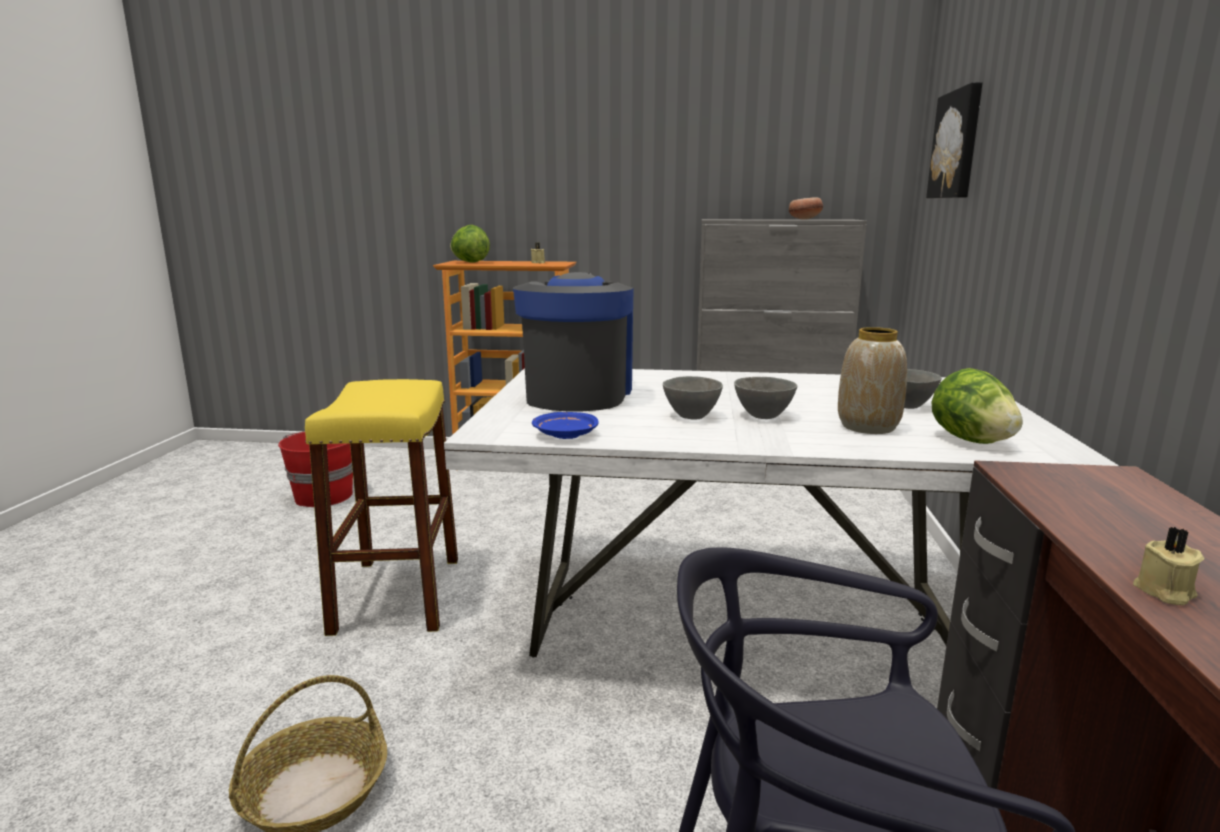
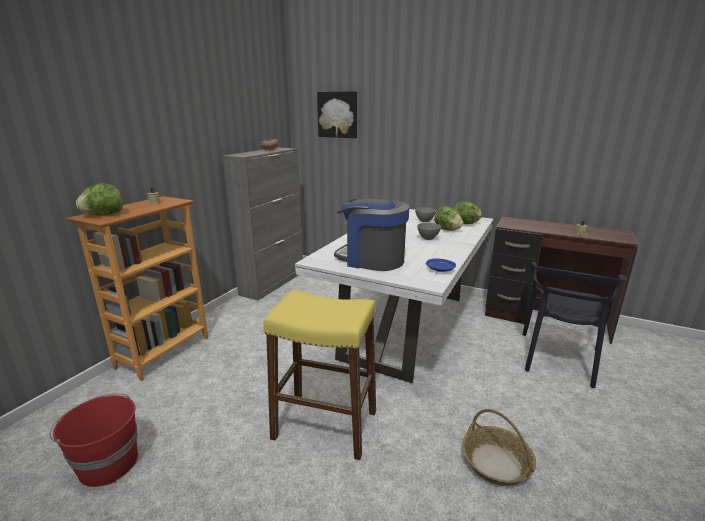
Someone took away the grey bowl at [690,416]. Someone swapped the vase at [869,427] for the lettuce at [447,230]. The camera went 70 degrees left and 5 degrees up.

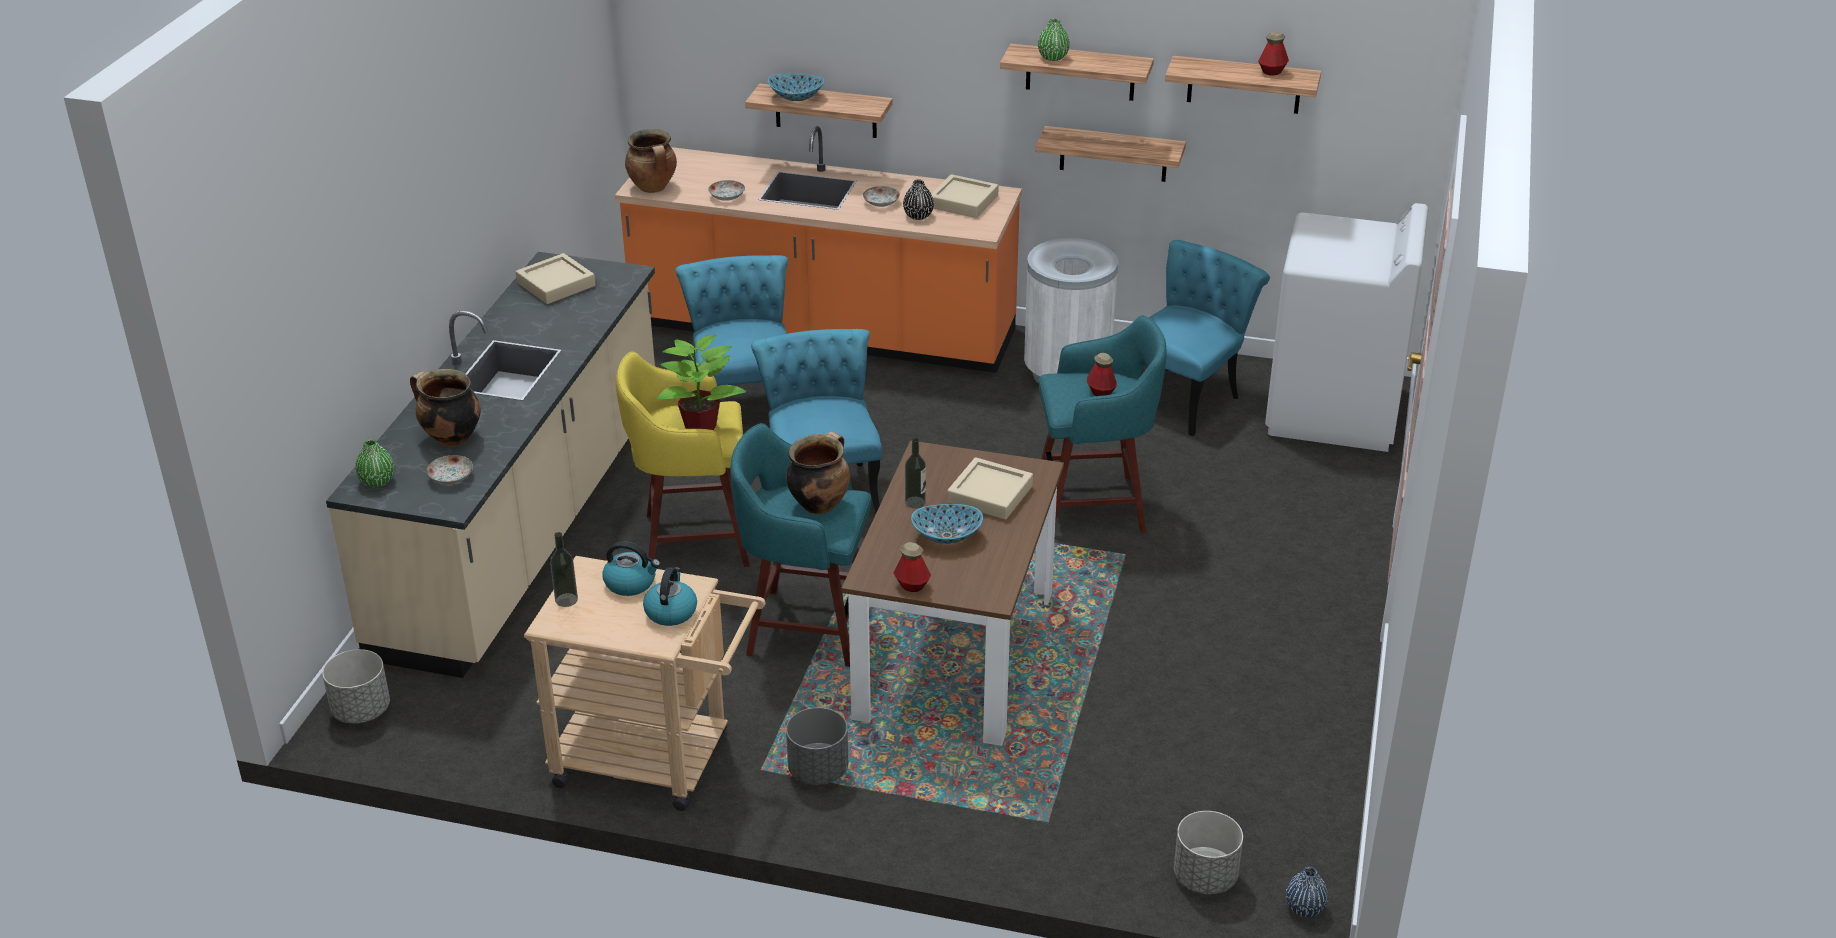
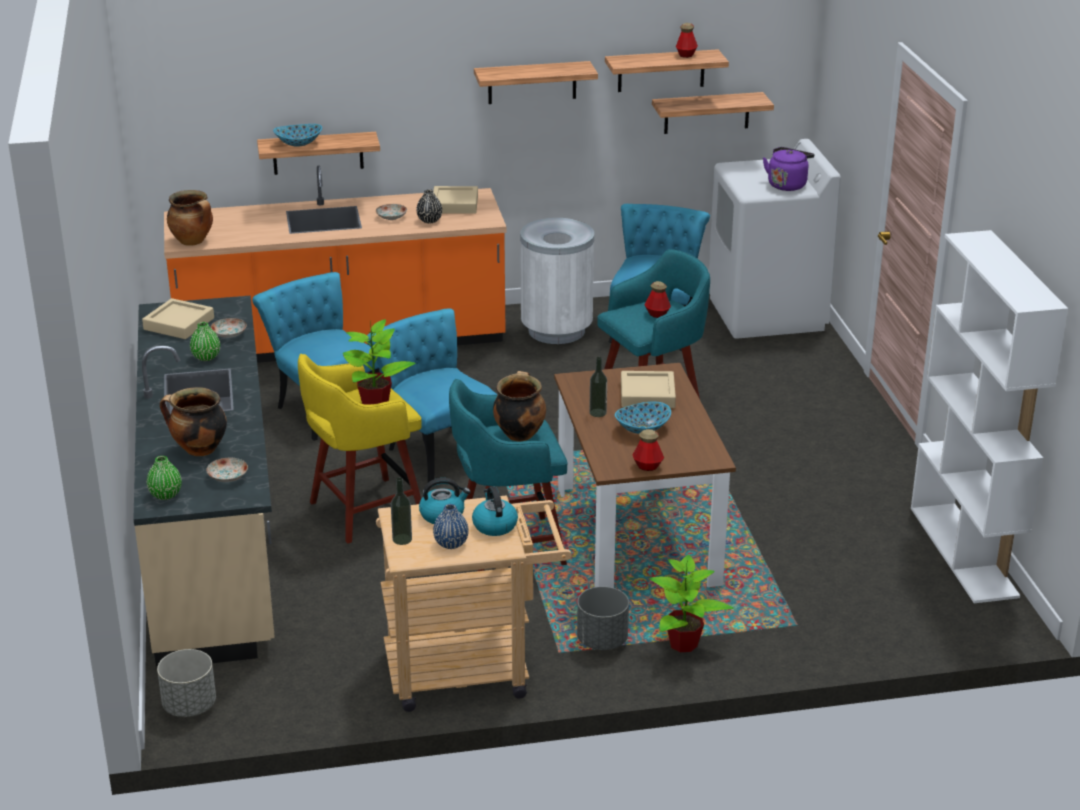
Someone carried the plate from [727,197] to [229,334]. Someone carried the shelf from [1113,154] to [706,113]. Someone carried the green vase from [1053,57] to [206,357]. Someone took away the grey planter at [1205,877]. Someone carried the blue vase from [1304,908] to [451,544]. Someone put down the potted plant at [683,644]. Someone put down the purple kettle at [787,184]. Someone put down the white bookcase at [964,552]. The camera went 25 degrees left and 5 degrees down.

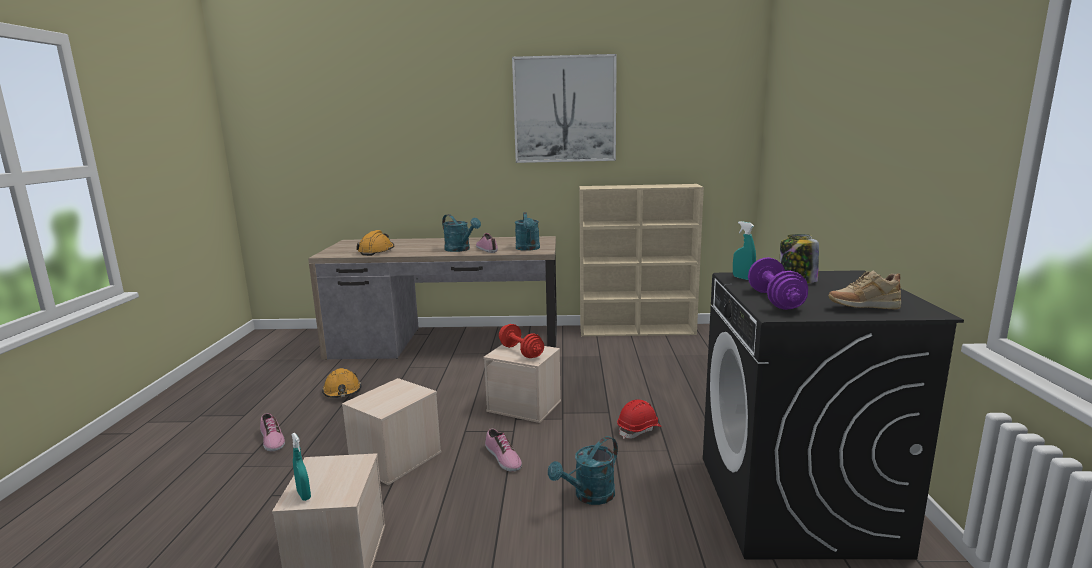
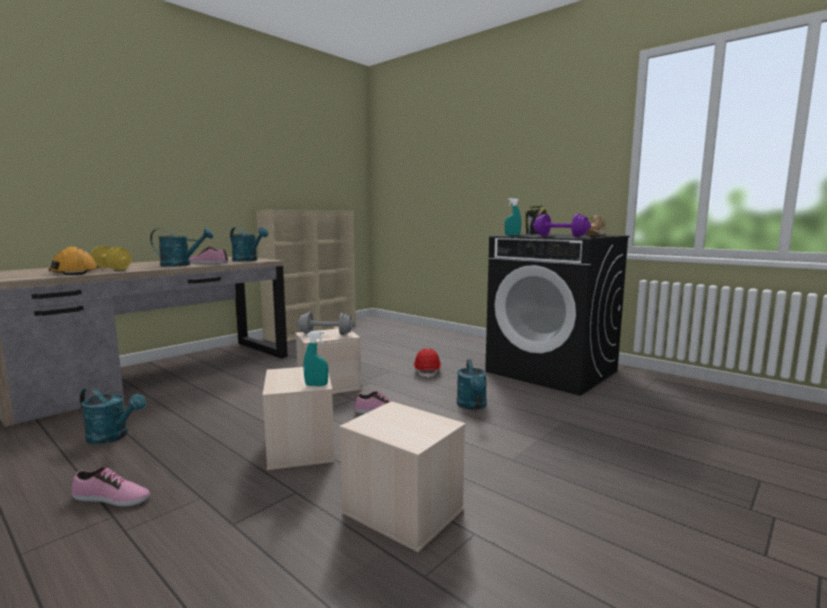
Someone carried the turquoise spray bottle from [304,495] to [316,385]. Someone swapped the orange hard hat at [342,392] for the turquoise watering can at [113,437]. Someone repainted the red dumbbell at [521,352], which became the grey dumbbell at [326,334]. Someone took away the picture at [564,109]. Someone put down the yellow dumbbell at [112,269]. The camera went 50 degrees left and 5 degrees down.

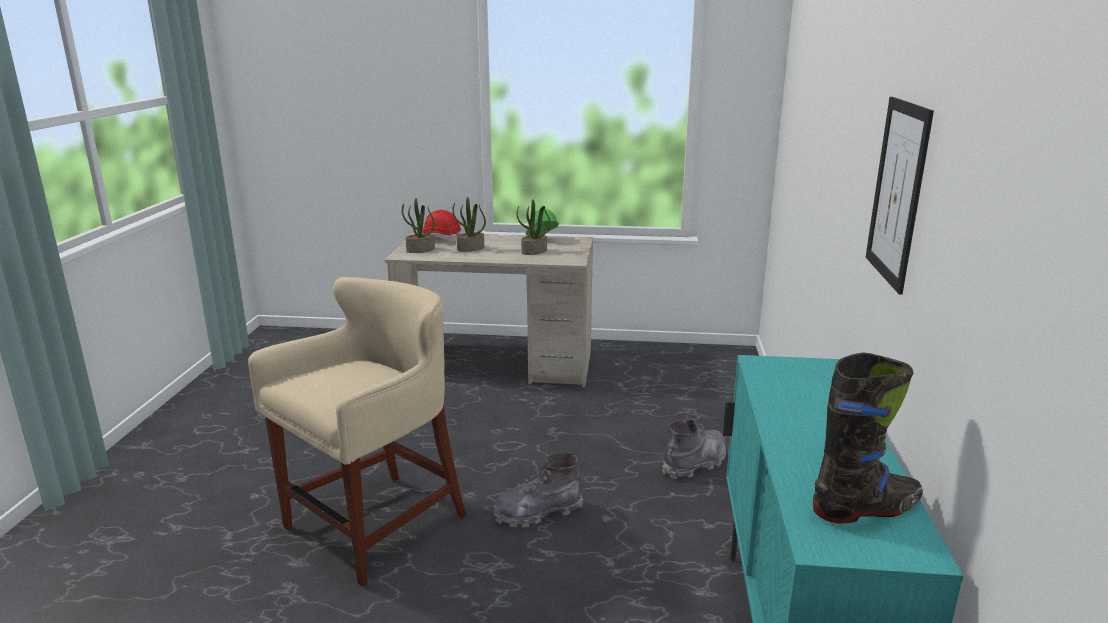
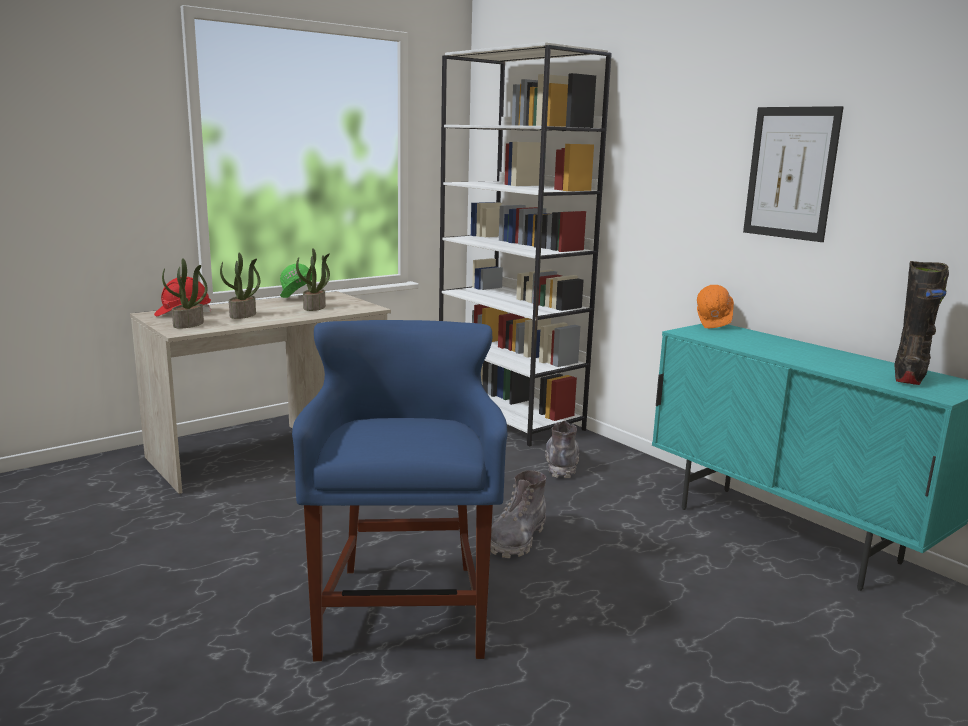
Someone repainted the beige stool at [375,525], which became the blue stool at [404,612]. Someone put down the white bookcase at [510,416]. Someone put down the orange hard hat at [713,326]. The camera went 45 degrees left and 5 degrees down.

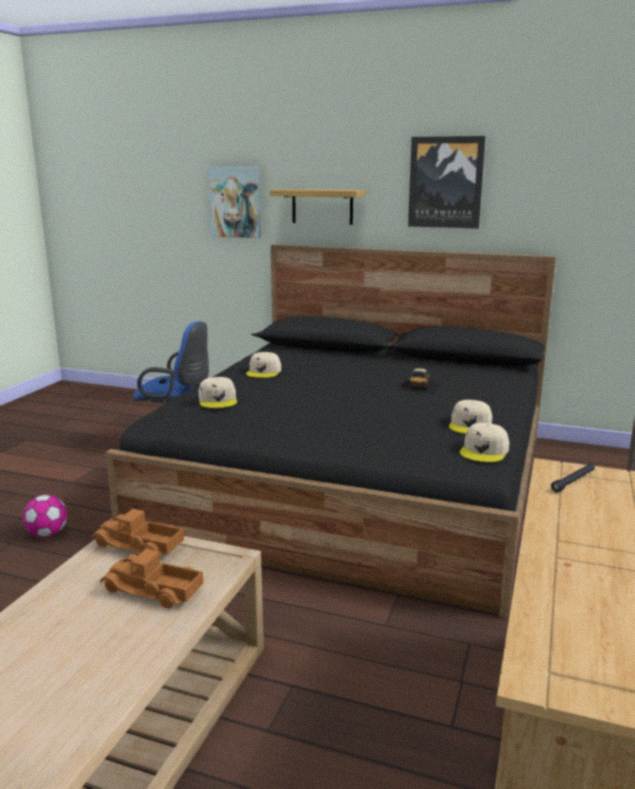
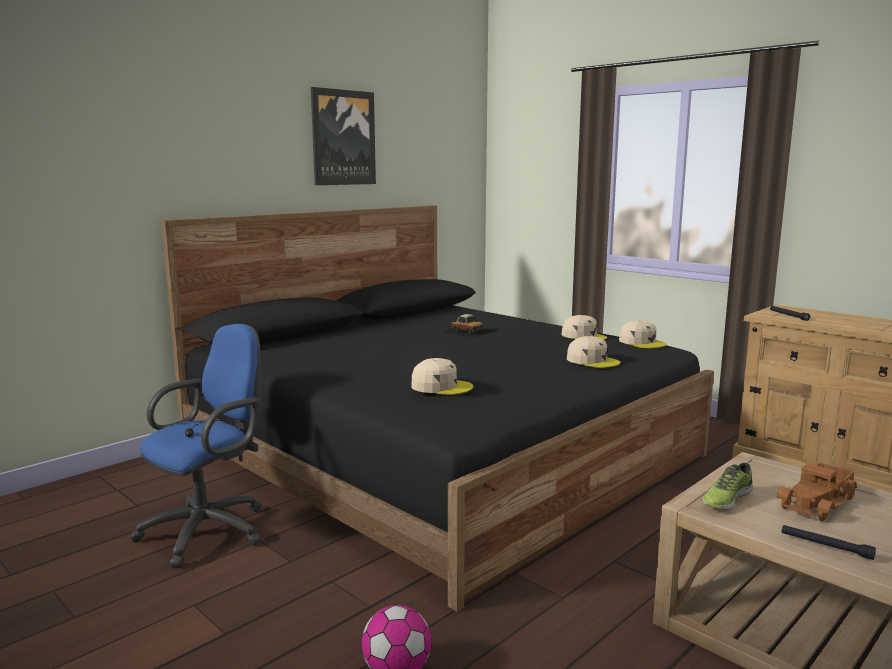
Someone swapped the toy truck at [138,546] for the shoe at [726,498]. Someone took away the picture at [235,202]. Someone carried the beige cap from [264,372] to [592,361]. Someone took away the shelf at [322,206]. Someone put down the black flashlight at [826,546]. The camera went 65 degrees left and 5 degrees down.

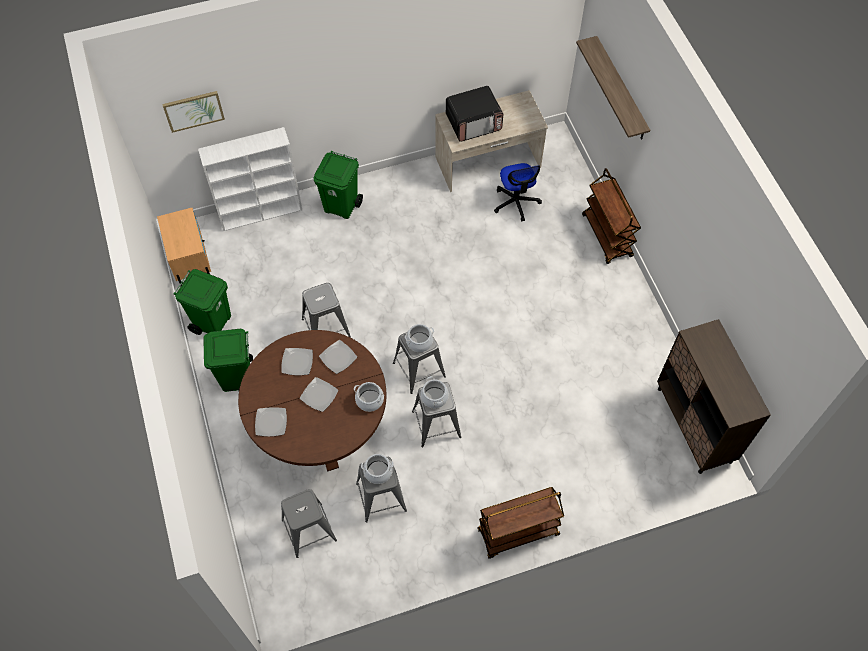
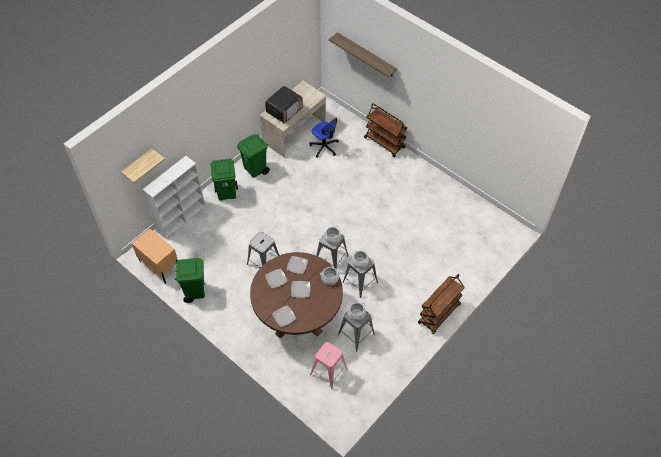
Someone swapped the picture at [193,110] for the shelf at [138,164]. Someone carried the green trash can from [238,378] to [255,169]. Someone repainted the grey stool at [309,530], which became the pink stool at [328,371]. Someone took away the brown cabinet at [694,425]. The camera went 30 degrees left and 5 degrees down.

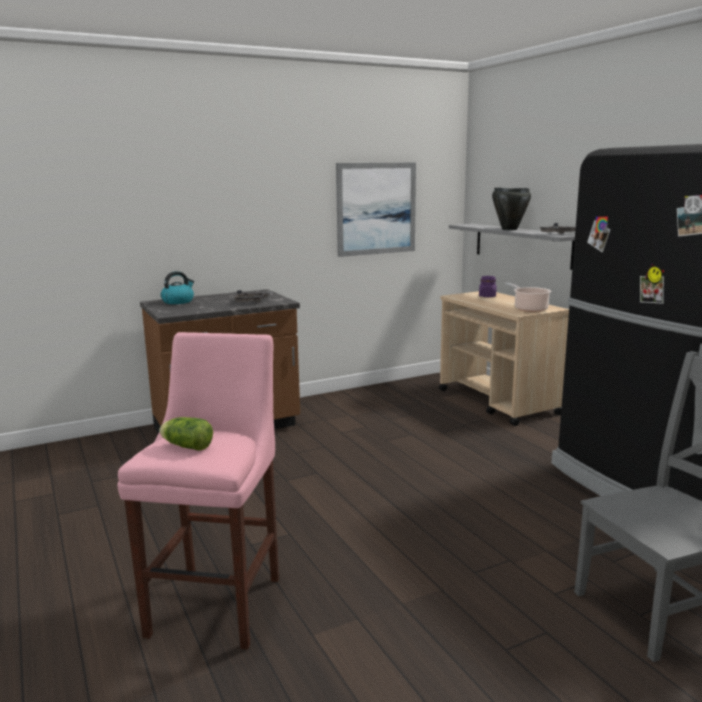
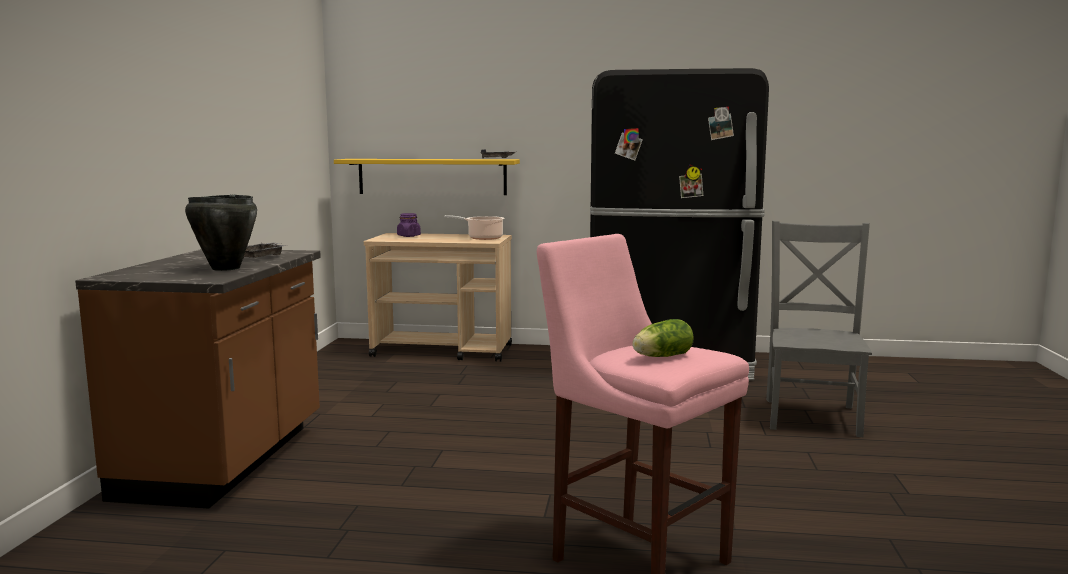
Someone took away the kettle at [178,301]. Someone took away the picture at [376,209]. Someone repainted the grey shelf at [522,245], which became the yellow shelf at [432,176]. Someone carried the black cooking pot from [509,229] to [225,268]. The camera went 55 degrees left and 5 degrees down.

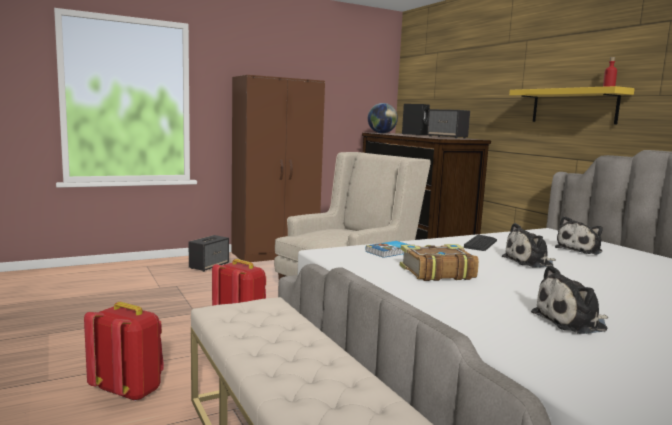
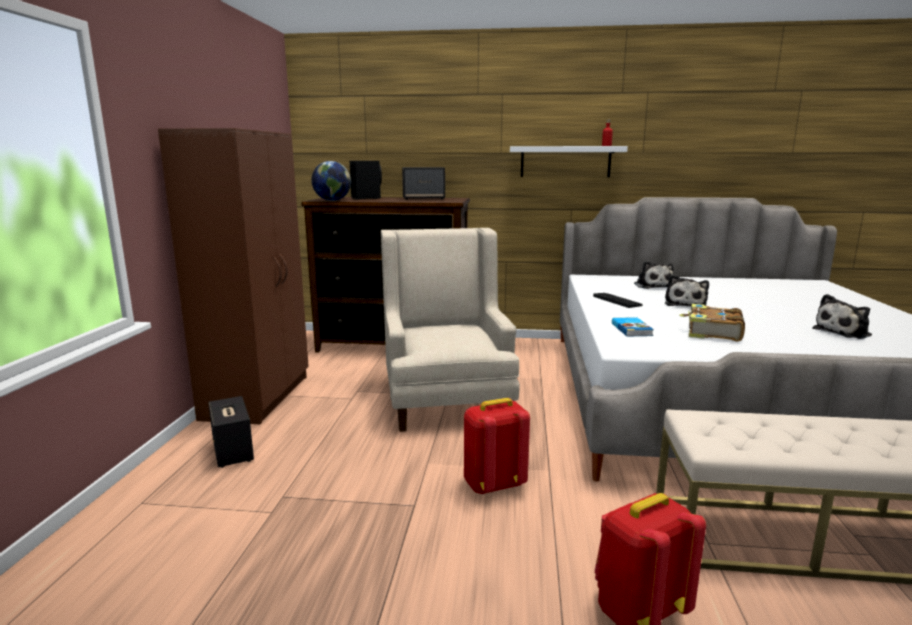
Someone repainted the yellow shelf at [573,106], which became the white shelf at [565,161]. Someone rotated the plush toy at [572,322] by 45 degrees clockwise. The camera went 55 degrees left and 5 degrees up.

